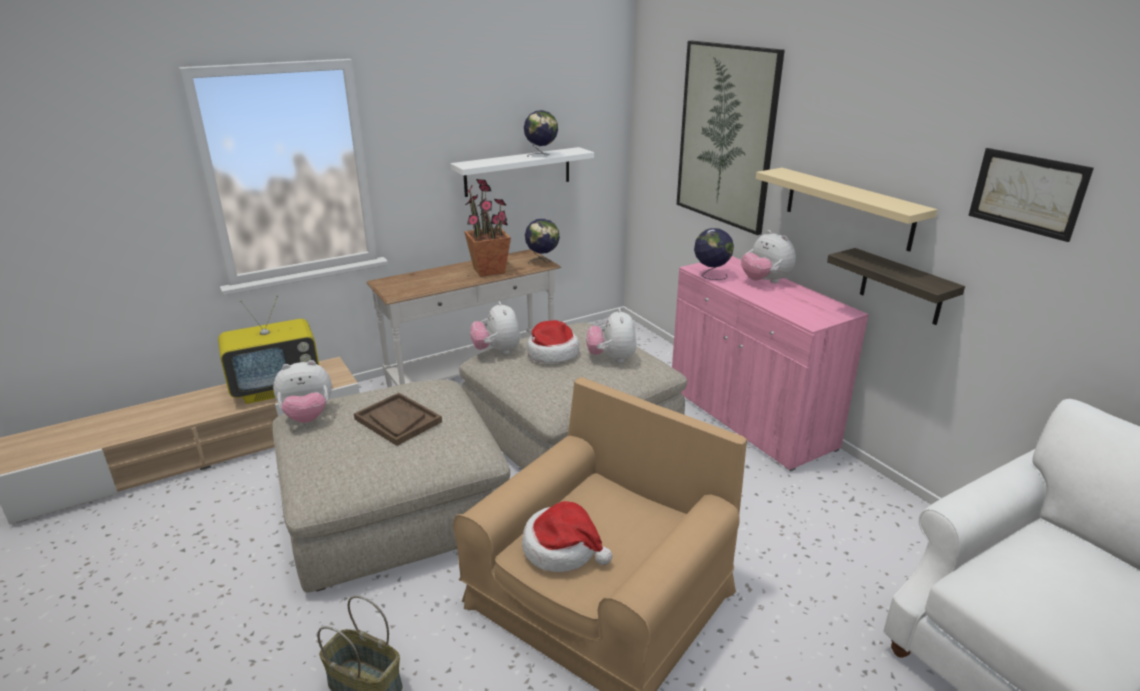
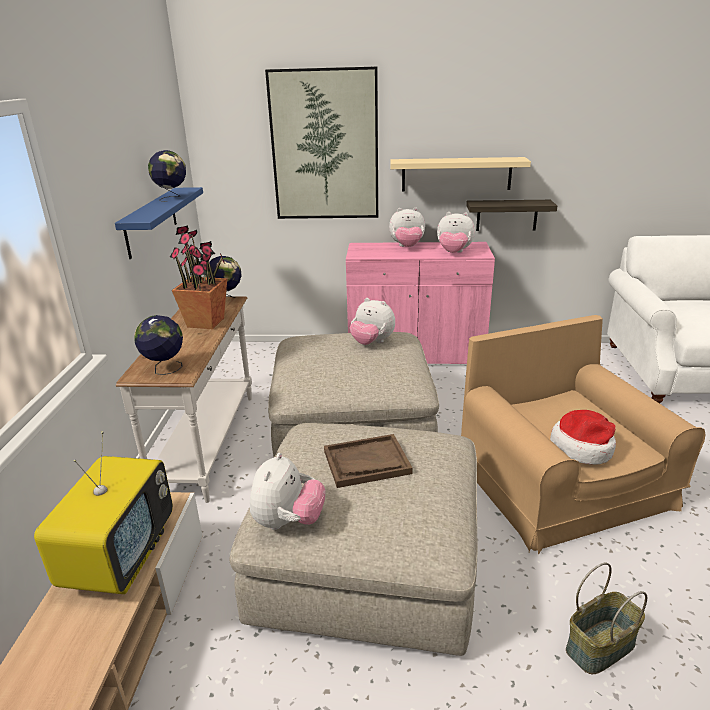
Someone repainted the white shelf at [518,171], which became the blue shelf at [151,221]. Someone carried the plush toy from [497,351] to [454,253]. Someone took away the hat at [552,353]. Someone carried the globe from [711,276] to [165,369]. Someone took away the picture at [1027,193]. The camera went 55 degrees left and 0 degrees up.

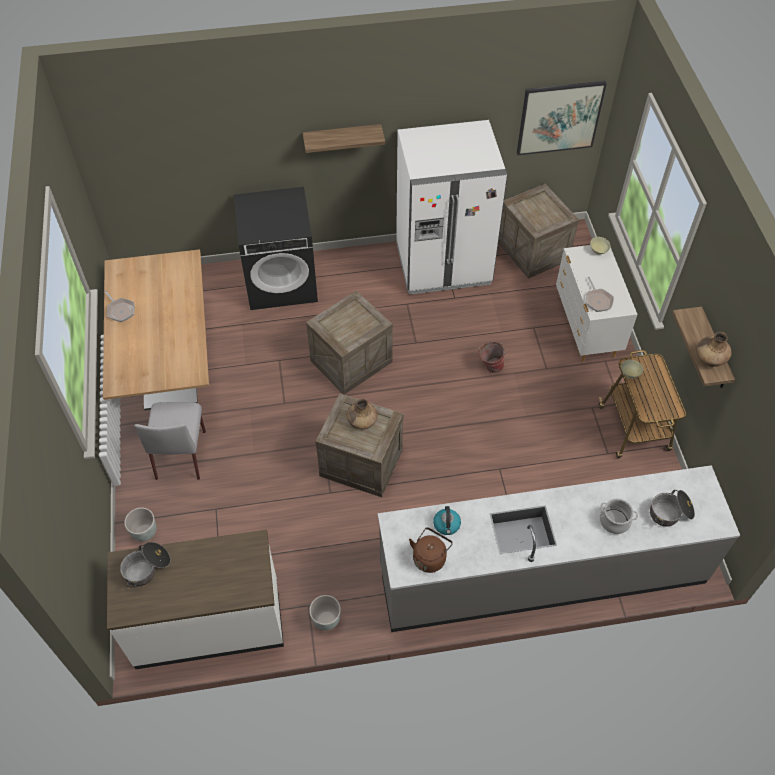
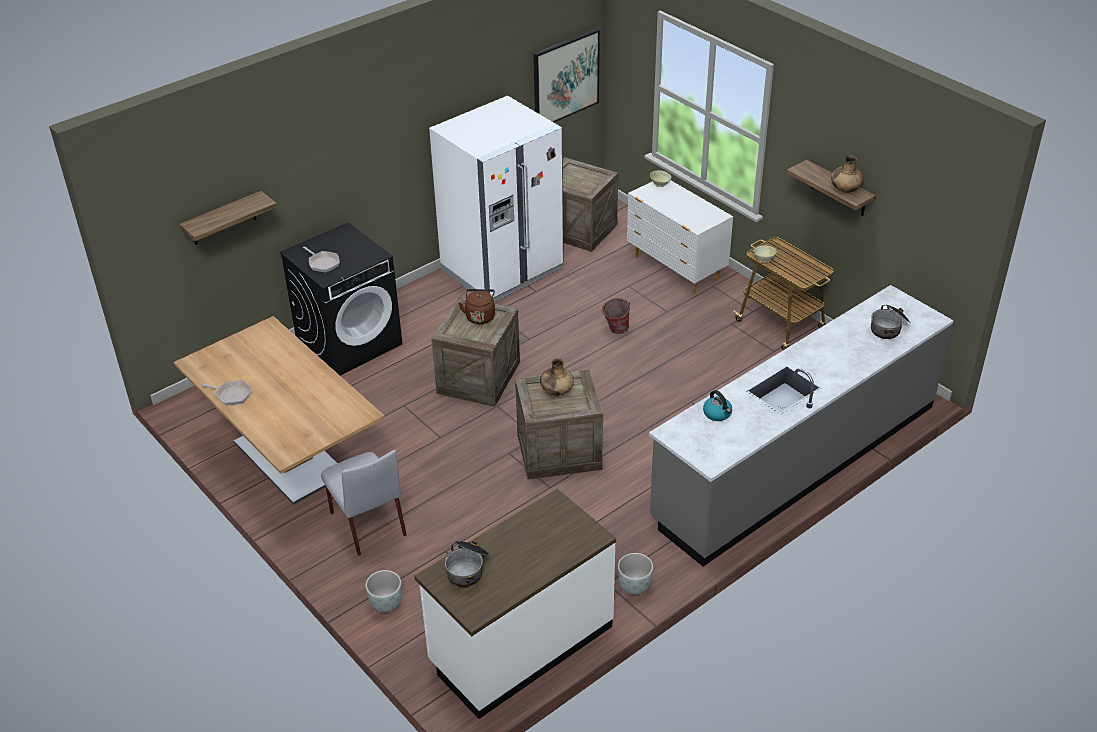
Someone carried the shelf from [342,138] to [223,219]. Someone carried the brown kettle from [430,557] to [480,316]. Someone carried the frying pan from [598,300] to [322,263]. Someone took away the cooking pot at [614,521]. The camera went 30 degrees left and 15 degrees down.

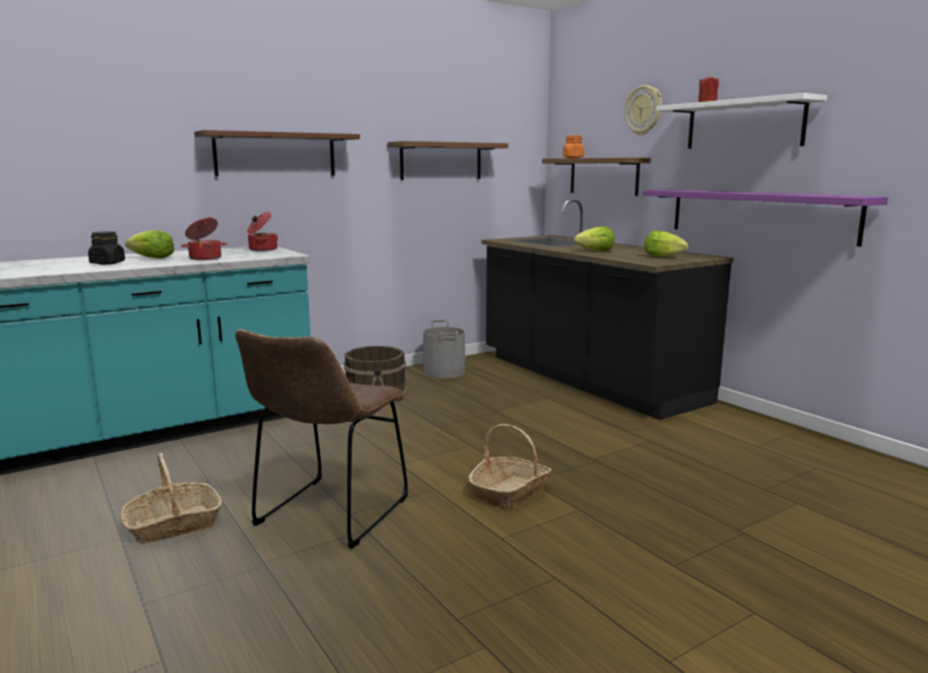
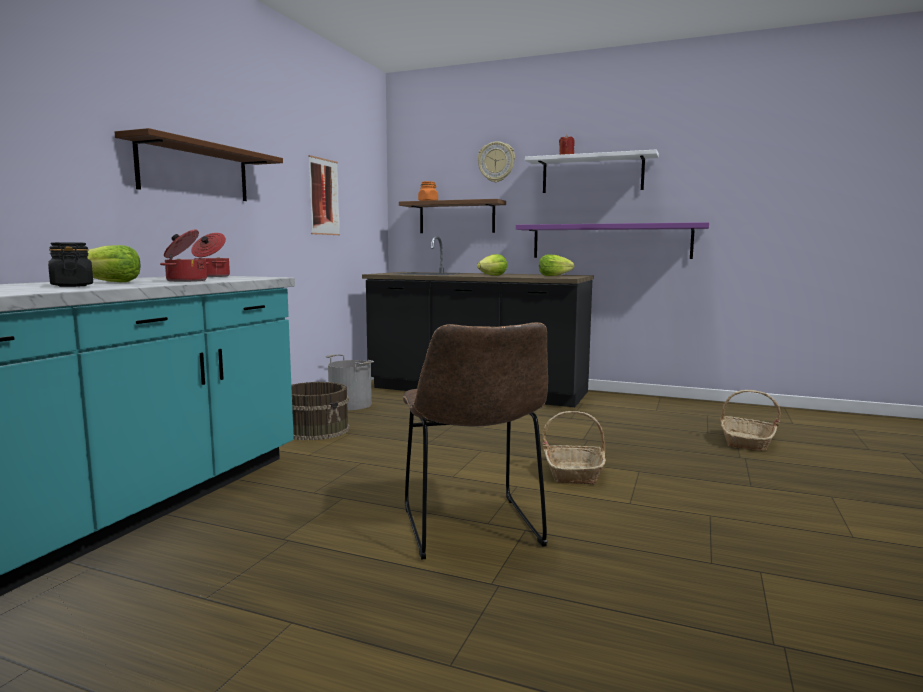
Someone carried the basket from [173,525] to [746,442]. Someone swapped the shelf at [441,161] for the picture at [324,197]. The camera went 35 degrees left and 5 degrees down.

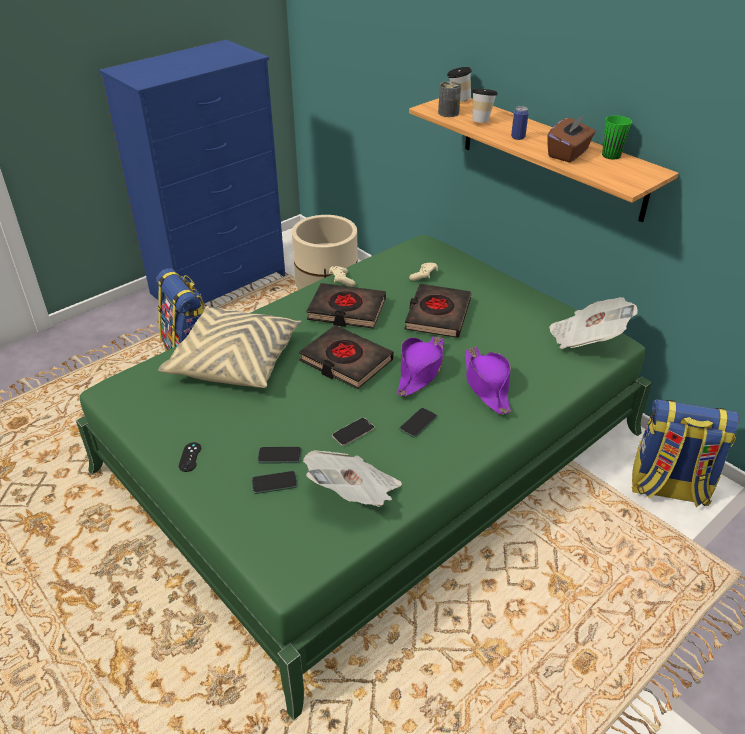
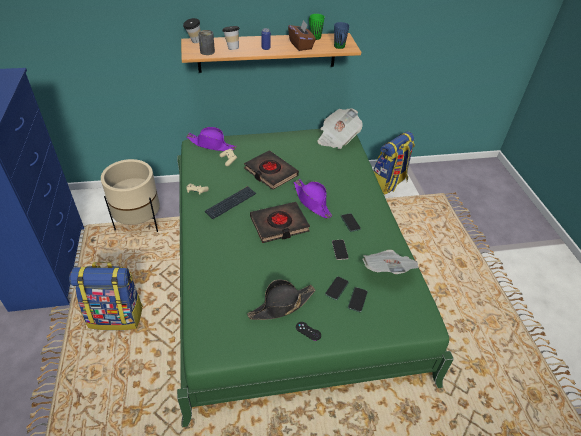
Someone took away the beige pillow at [235,361]. Someone swapped the black book at [346,310] for the keyboard at [231,203]. Someone carried the purple hat from [487,385] to [211,145]. Someone put down the black hat at [281,305]. Someone put down the blue mug at [339,47]. The camera went 60 degrees left and 5 degrees up.

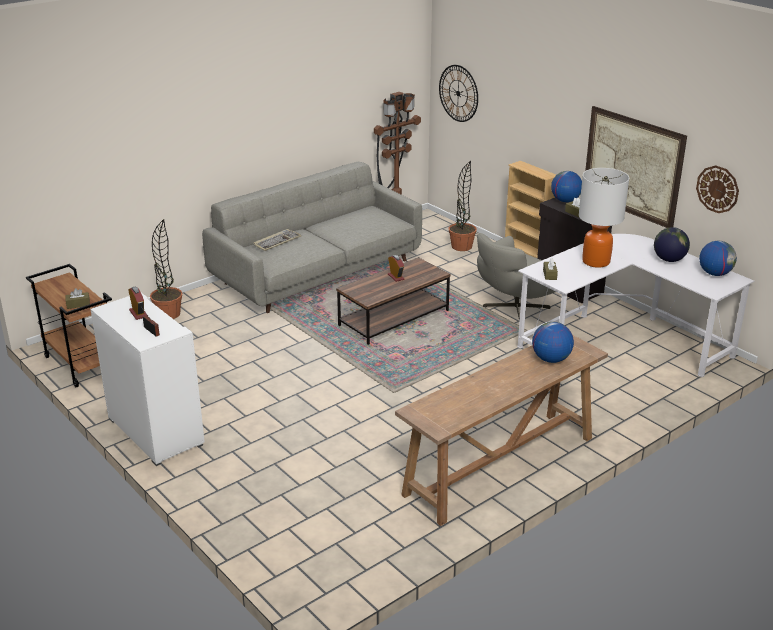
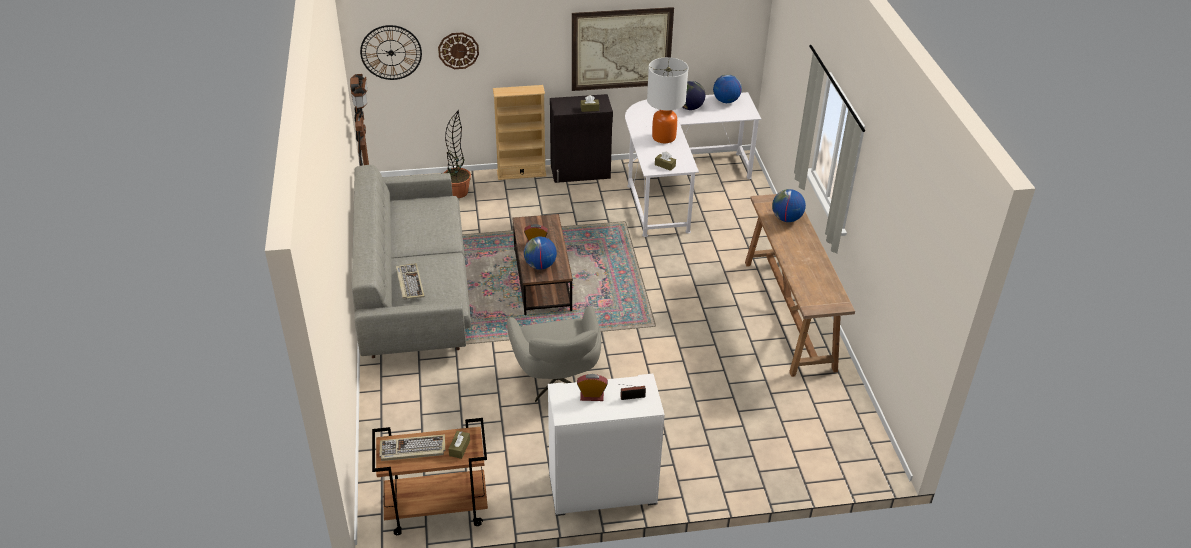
Someone took away the potted plant at [168,314]. Someone carried the grey armchair from [514,309] to [557,382]. Someone carried the globe from [565,201] to [540,265]. Someone carried the wall clock from [717,189] to [458,50]. Someone put down the keyboard at [412,450]. The camera went 60 degrees left and 10 degrees up.

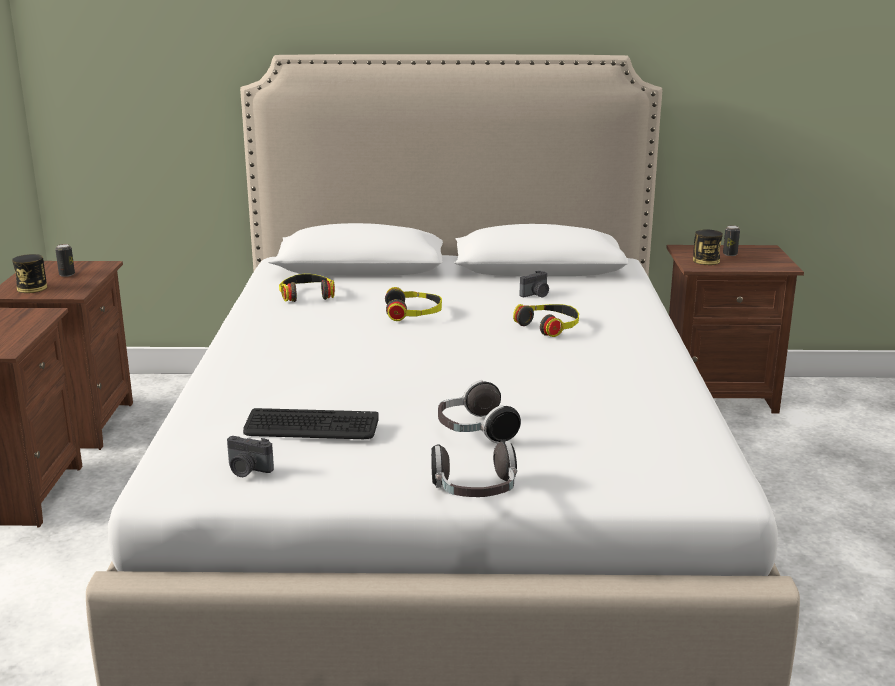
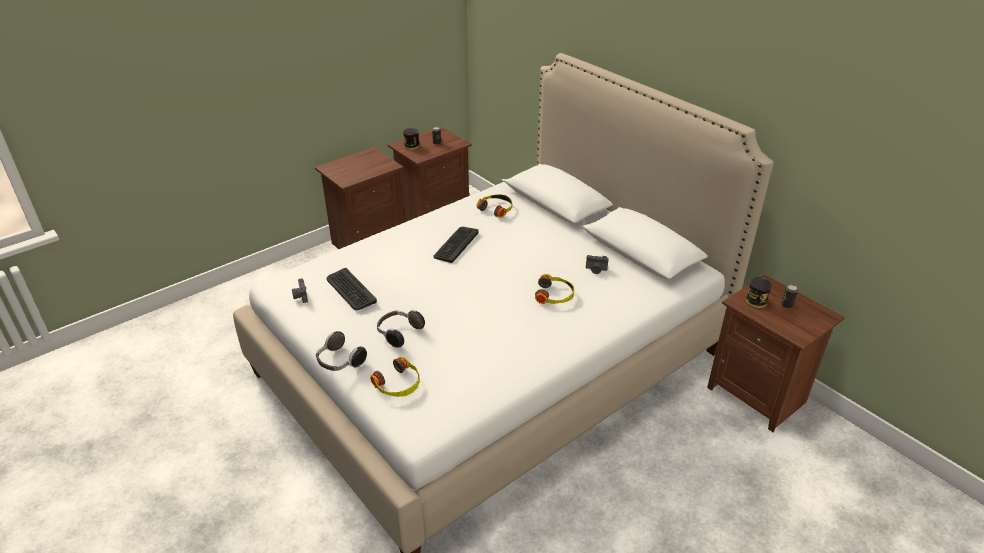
Someone carried the headphones from [413,313] to [398,384]. Someone put down the keyboard at [456,244]. The camera went 50 degrees right and 15 degrees up.

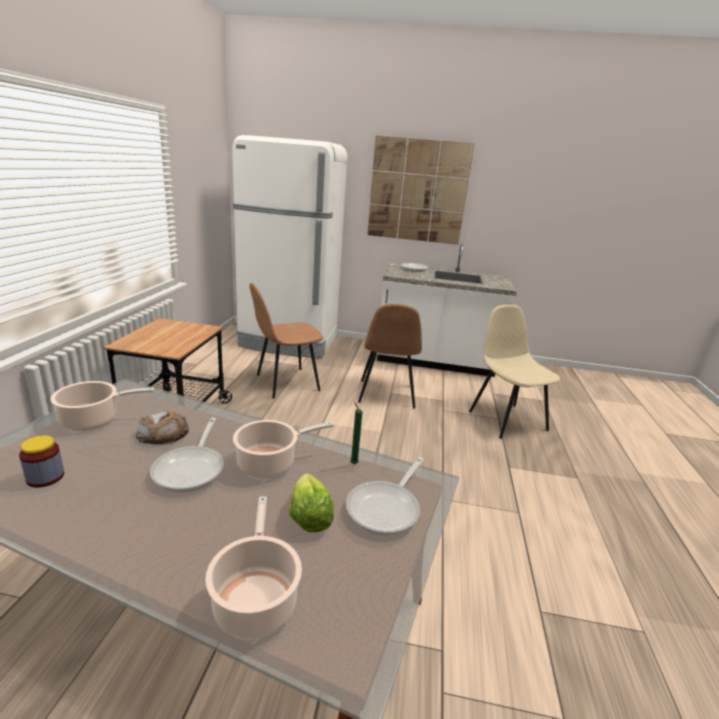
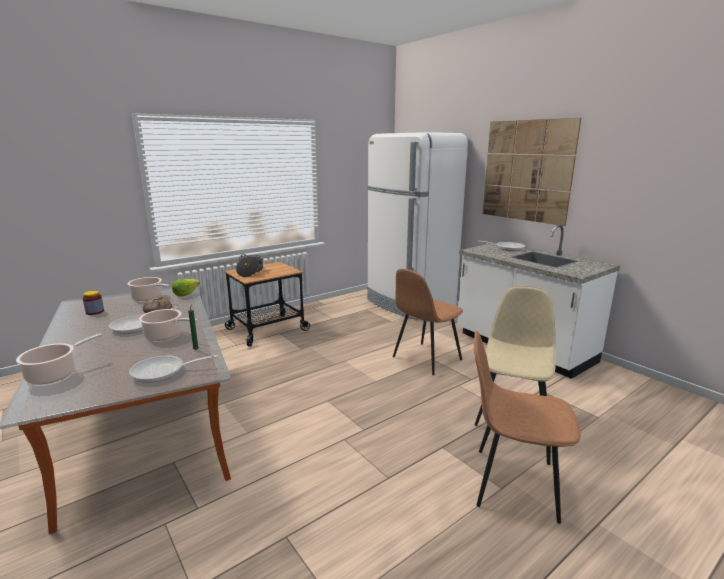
Someone carried the brown chair from [285,383] to [512,483]. Someone carried the lettuce from [309,516] to [186,294]. Someone put down the cooking pot at [250,272]. The camera went 45 degrees right and 5 degrees down.

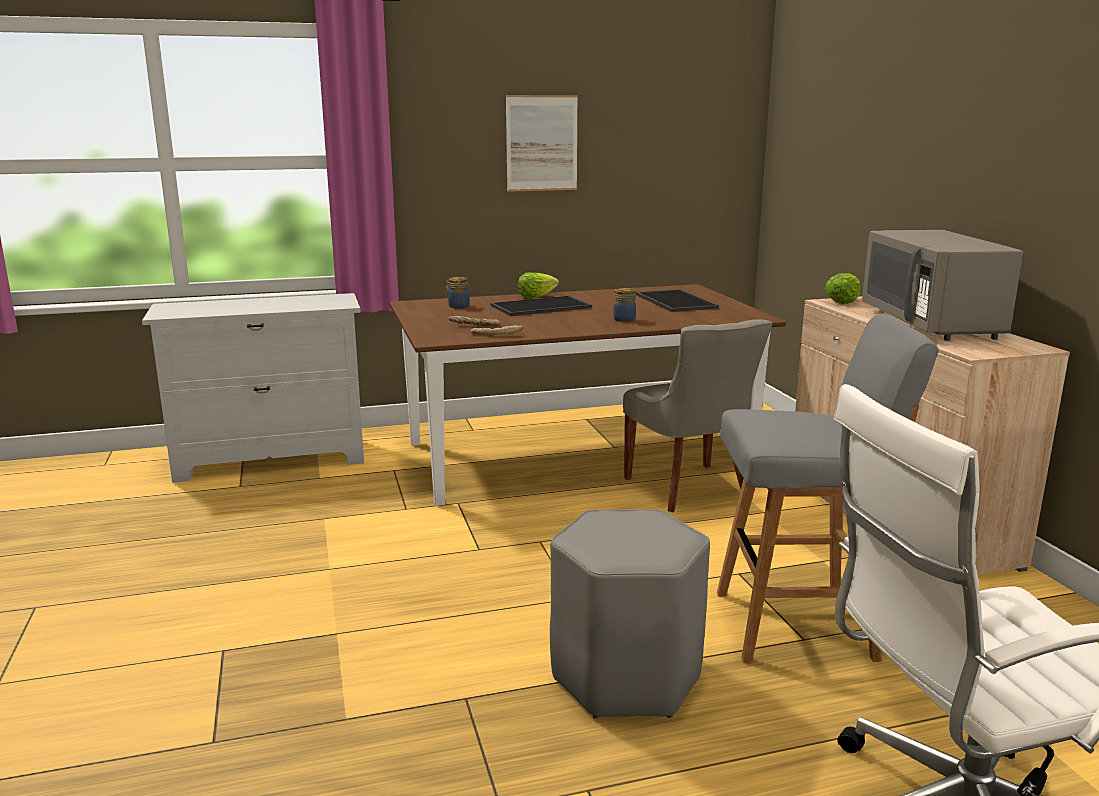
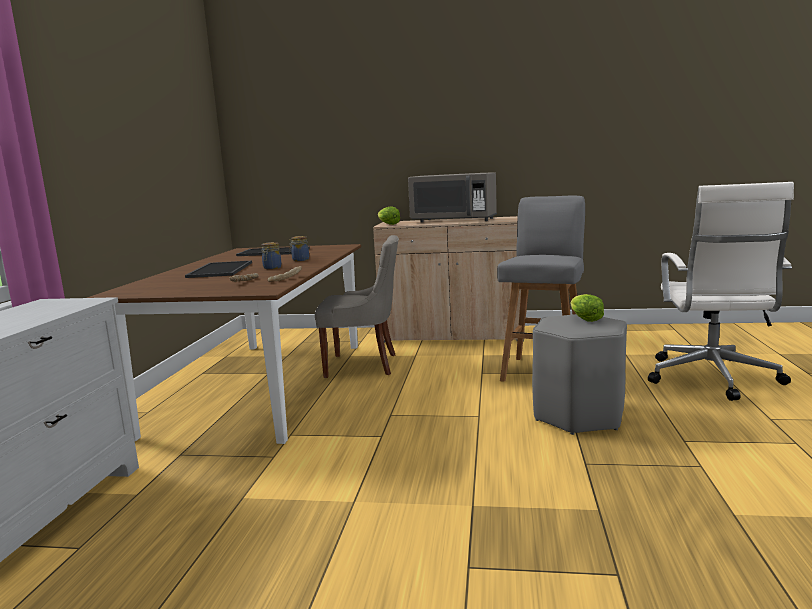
Someone carried the jar from [457,306] to [271,268]. Someone took away the picture at [542,143]. Someone carried the lettuce from [536,296] to [584,319]. The camera went 65 degrees left and 5 degrees down.

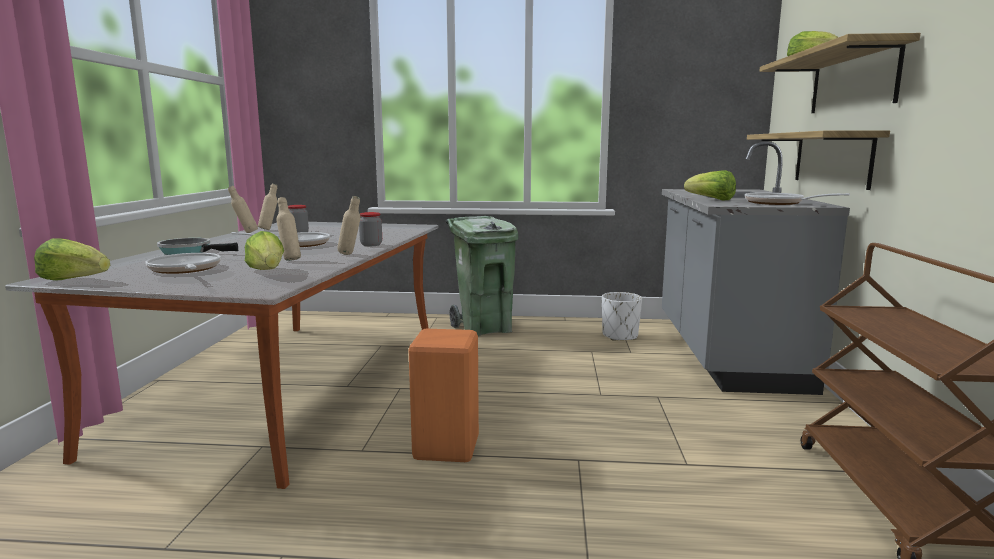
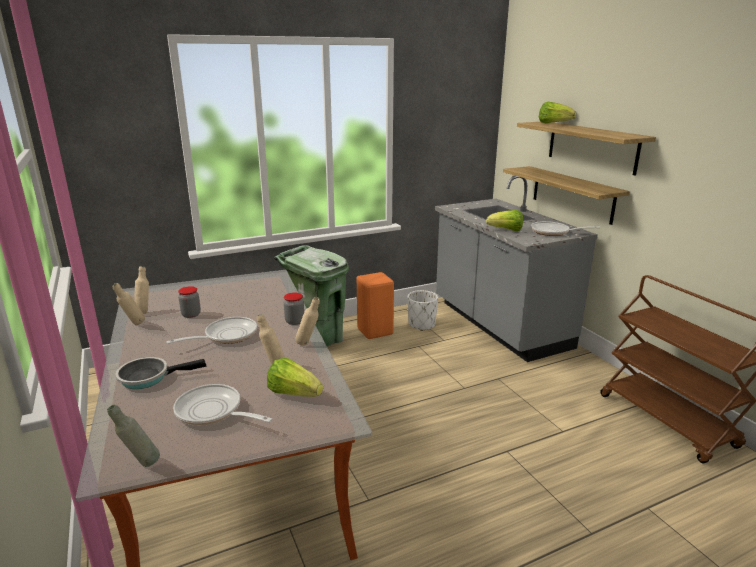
Someone swapped the lettuce at [74,280] for the grey bottle at [141,465]. Someone carried the orange stool from [447,449] to [376,331]. The camera went 30 degrees left and 10 degrees up.

